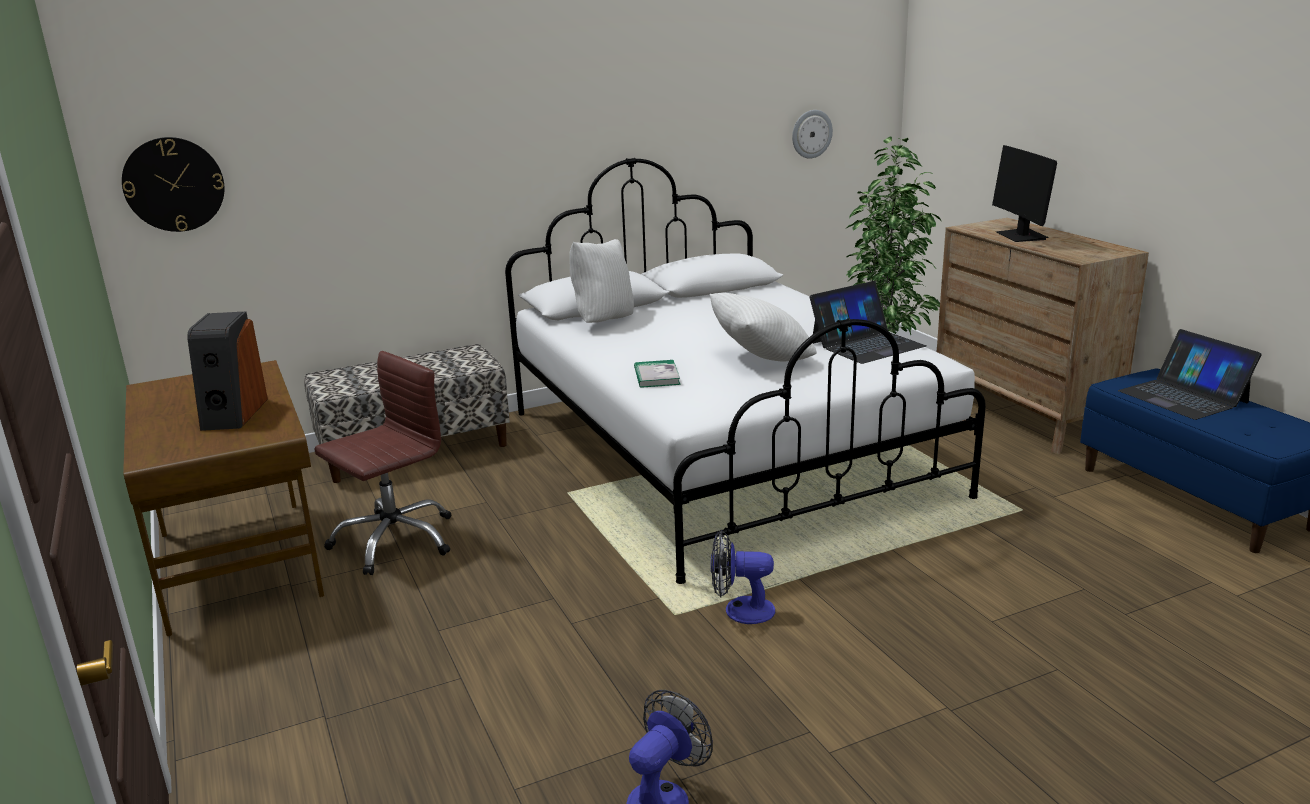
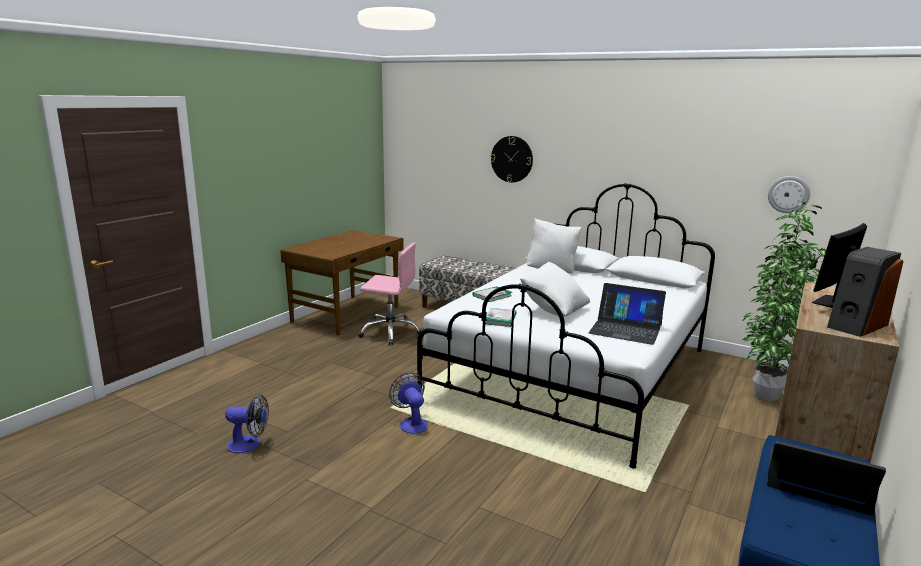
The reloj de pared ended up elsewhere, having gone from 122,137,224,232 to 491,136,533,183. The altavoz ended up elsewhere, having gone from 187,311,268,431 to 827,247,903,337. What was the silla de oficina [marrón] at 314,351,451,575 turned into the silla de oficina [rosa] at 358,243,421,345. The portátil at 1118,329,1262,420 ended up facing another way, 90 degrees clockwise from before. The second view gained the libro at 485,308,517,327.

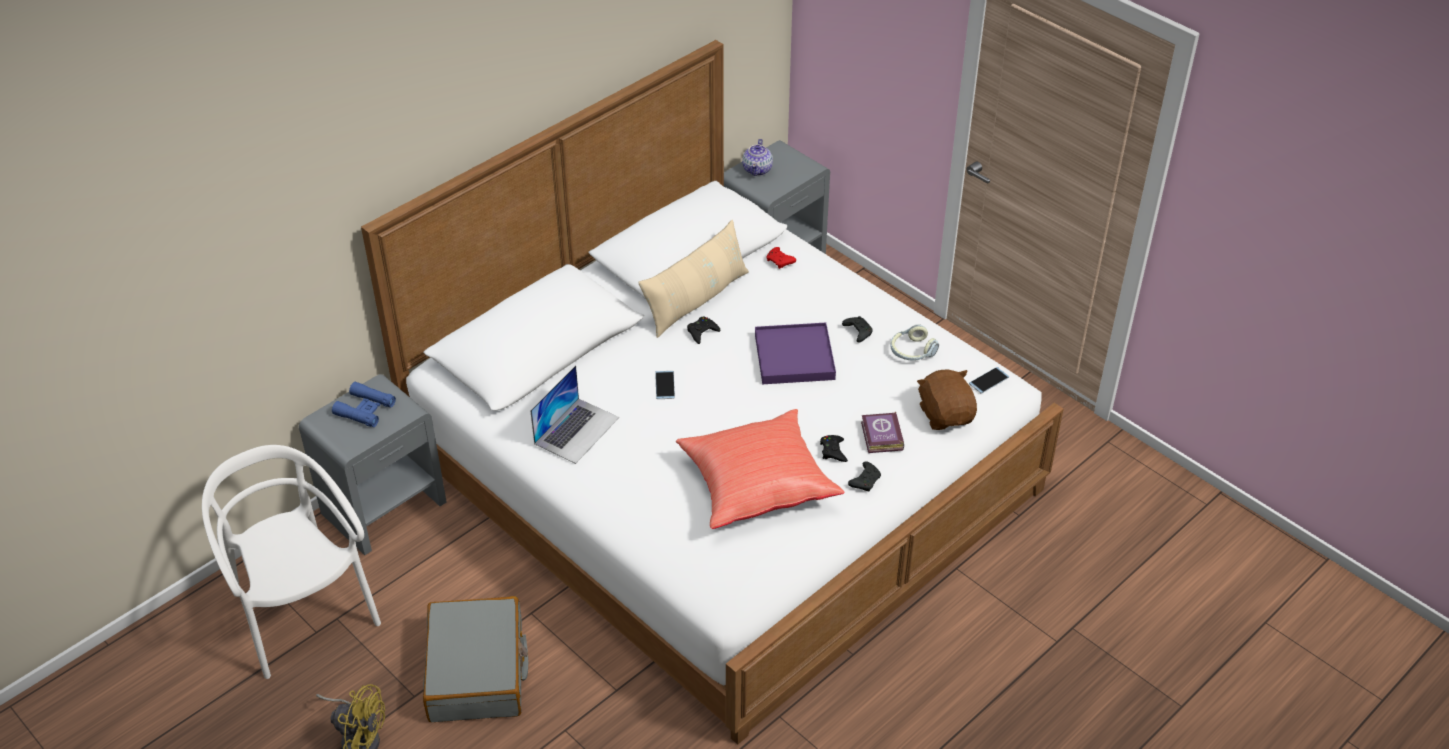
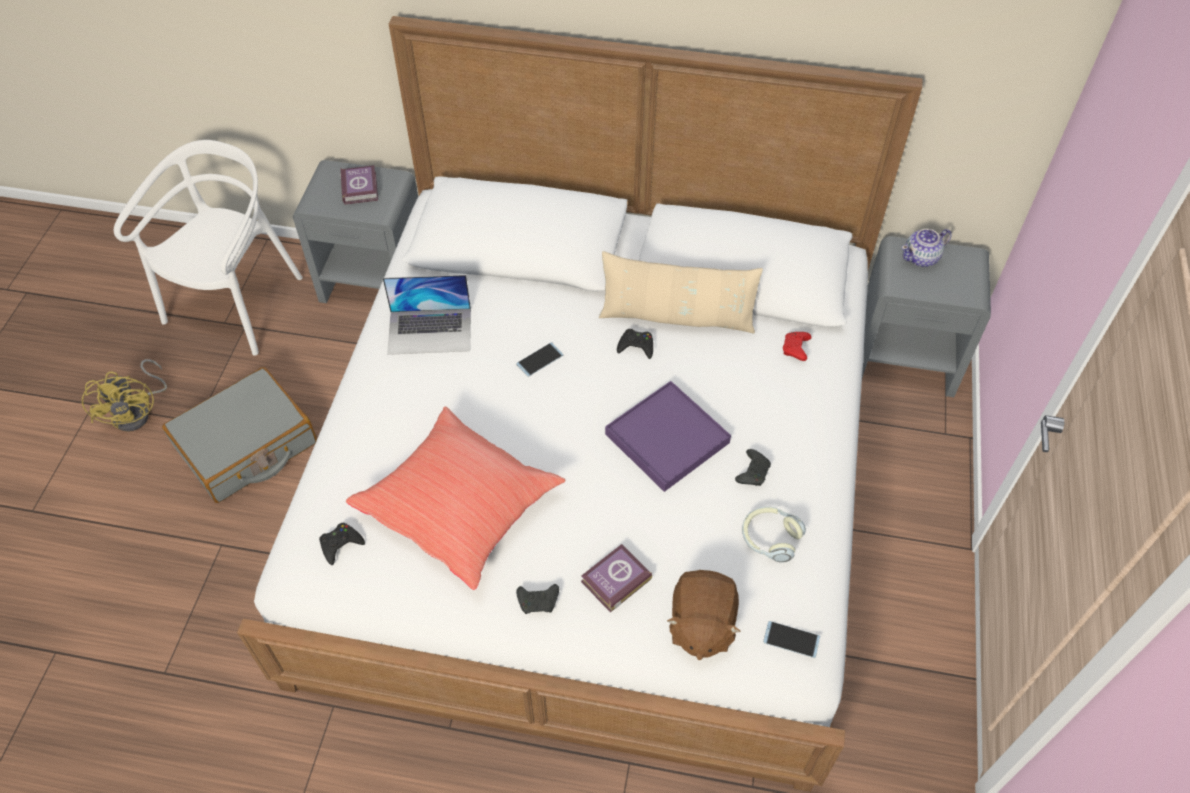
Where the prismáticos [azul] stood at 332,382,396,427, the libro came to stand at 340,165,378,205. The mando de consola [negro] ended up elsewhere, having gone from 820,435,848,462 to 319,523,365,565. The peluche [marrón] at 917,369,977,430 ended up facing another way, 150 degrees clockwise from before.

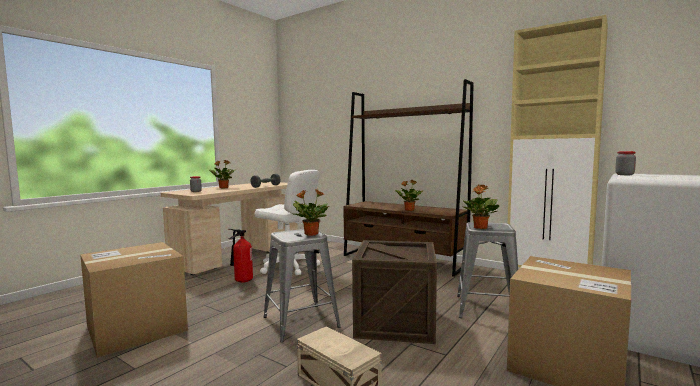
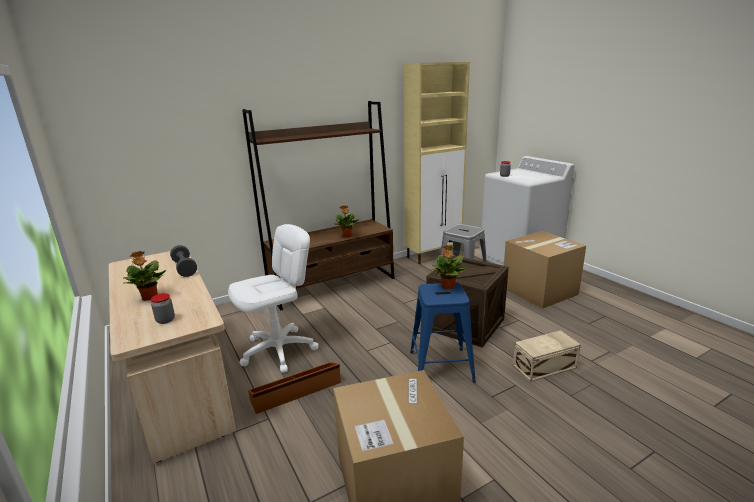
Where the extintor stood at 228,229,253,283, the caja de almacenaje [marrón] came to stand at 248,362,341,414. What was the taburete [gris] at 263,229,341,342 turned into the taburete [azul] at 410,283,476,383. The second view lost the planta en maceta at 462,185,499,229.

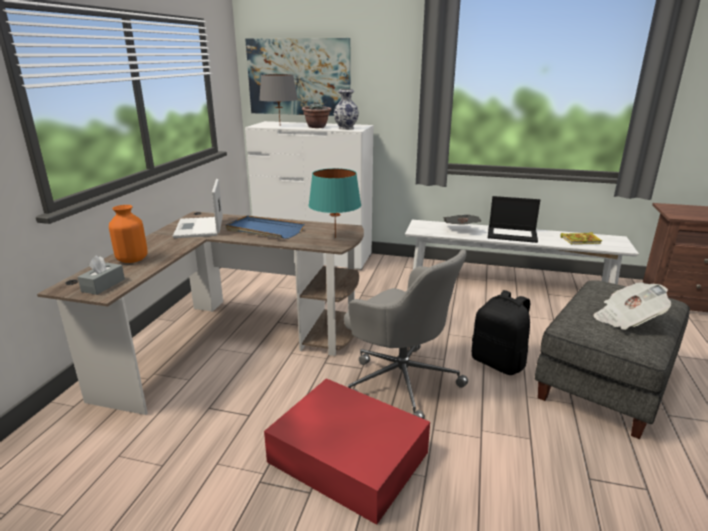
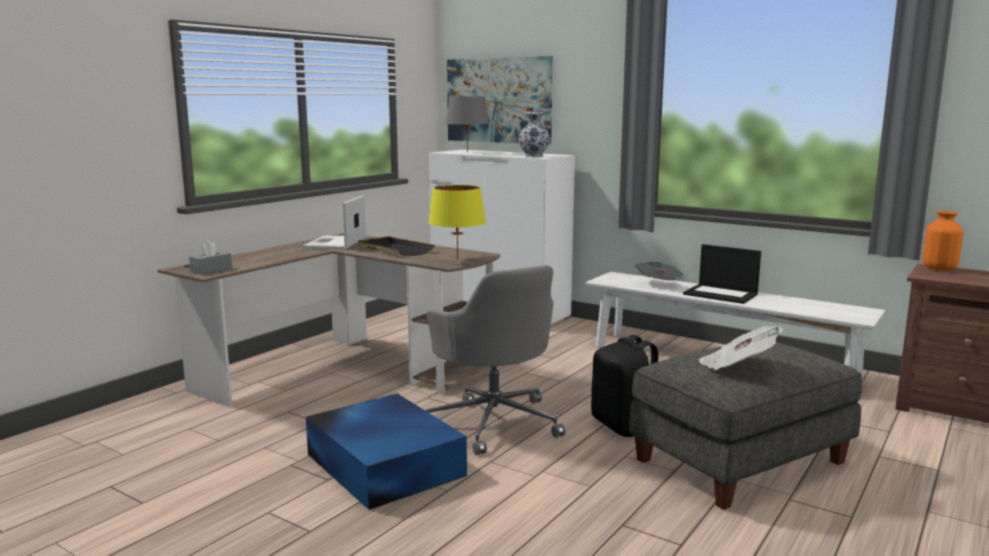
The florero [naranja] ended up elsewhere, having gone from 109,205,148,263 to 922,211,963,271. What was the bandeja [azul] at 225,215,305,239 turned into the bandeja [negro] at 358,236,435,256. What was the caja de almacenaje [rojo] at 264,378,430,525 turned into the caja de almacenaje [azul] at 306,394,467,510. The second view lost the planta en maceta at 302,102,332,128. What was the lámpara de mesa [turquesa] at 308,168,361,238 turned into the lámpara de mesa [amarillo] at 428,185,486,260. The second view lost the libro at 560,232,602,244.

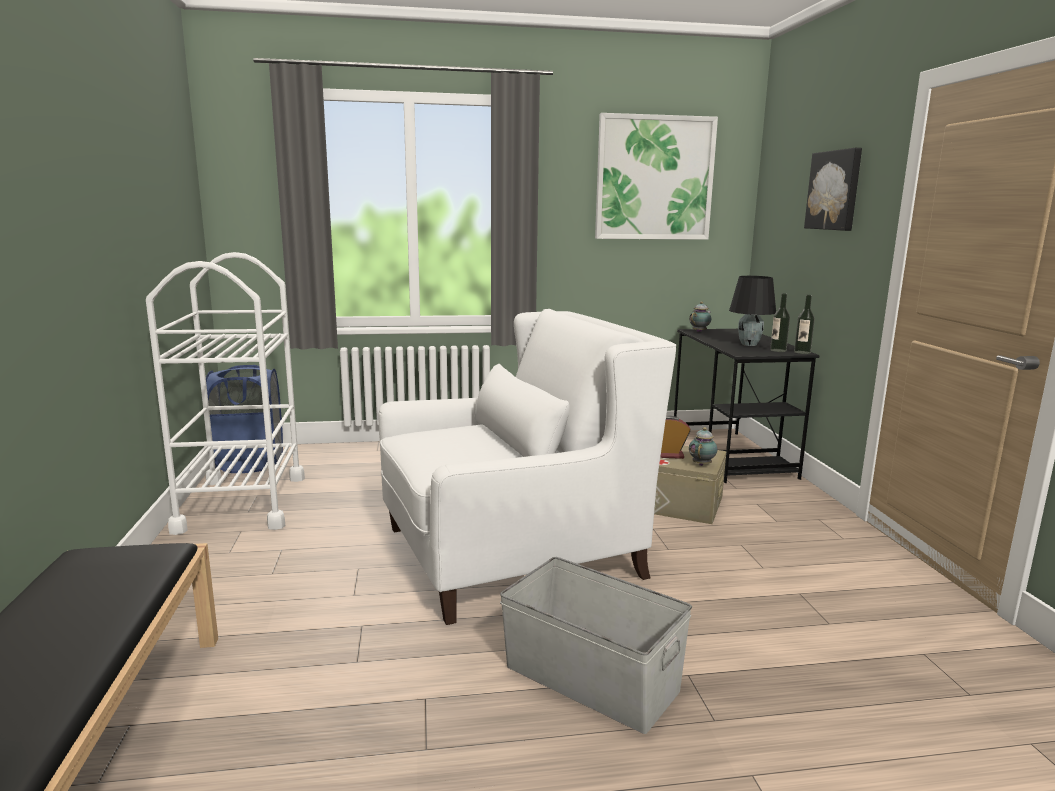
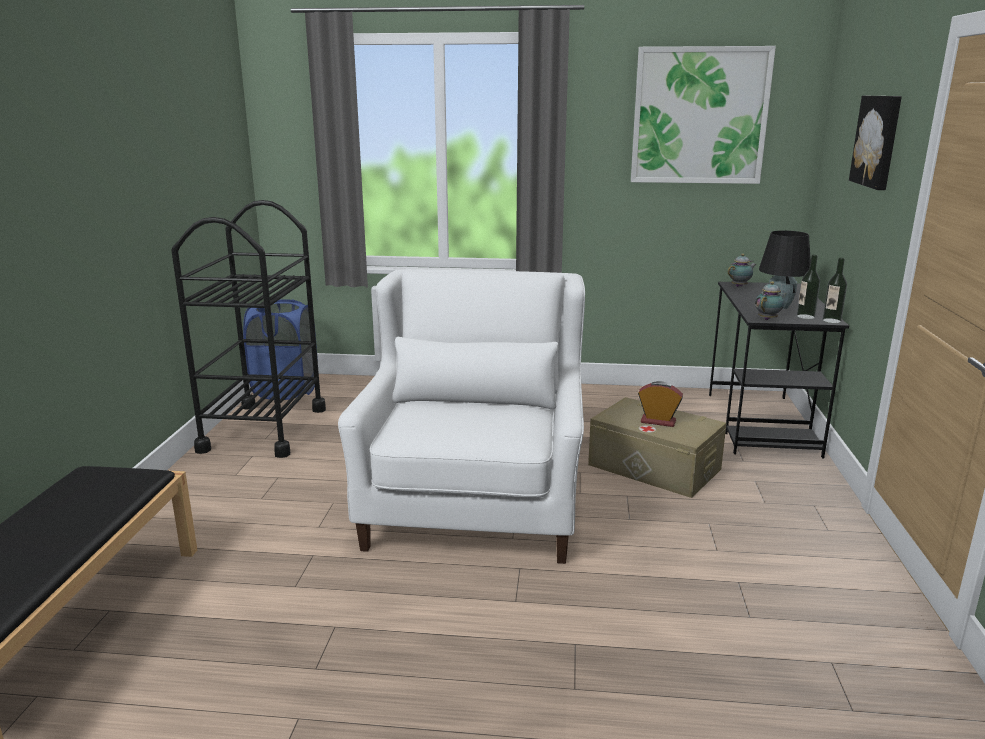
What was the carrito [blanco] at 146,252,305,535 turned into the carrito [negro] at 171,200,326,458. The sillón [blanco] at 378,309,677,625 ended up facing another way, 75 degrees counterclockwise from before. The second view lost the caja de almacenaje [gris] at 500,557,692,734. The tetera ended up elsewhere, having gone from 689,427,717,466 to 755,281,784,320.

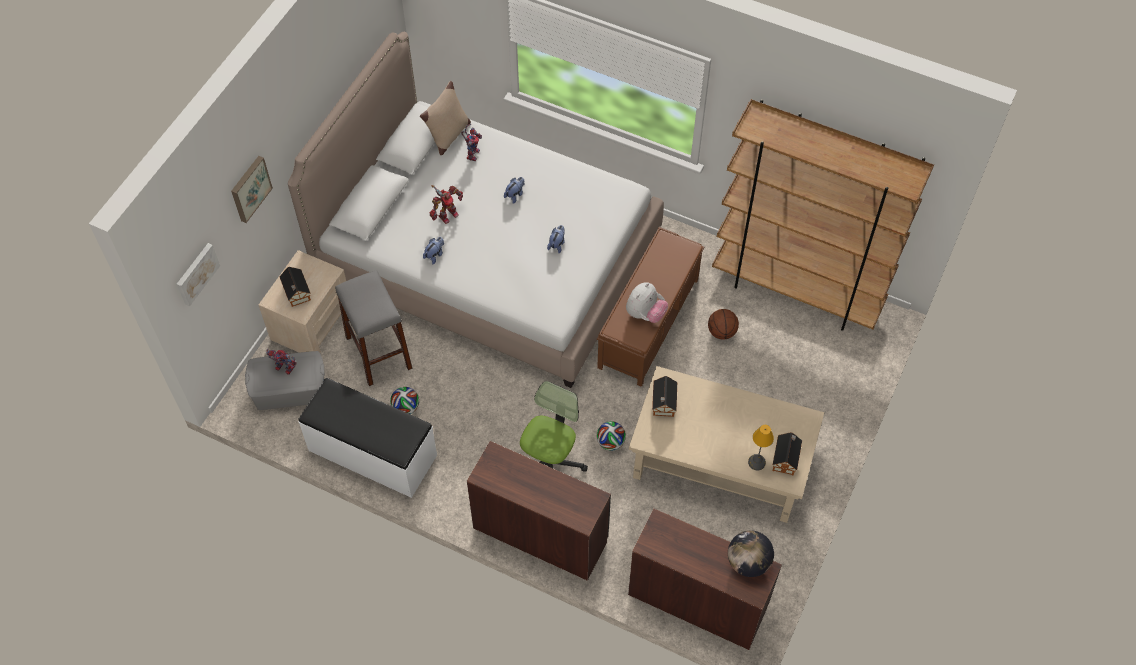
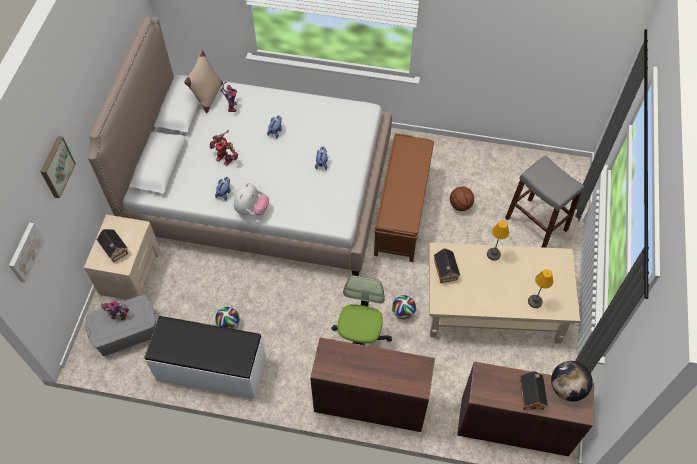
The taburete [gris] ended up elsewhere, having gone from 335,270,413,386 to 505,155,585,248. The robot de juguete at 430,185,463,224 ended up facing another way, 90 degrees clockwise from before. The peluche ended up elsewhere, having gone from 626,282,668,323 to 234,183,269,215. The second view lost the estantería [marrón] at 712,99,934,331. The casita ended up elsewhere, having gone from 773,432,802,475 to 520,371,548,410. The second view gained the lámpara de mesa at 487,220,509,261.

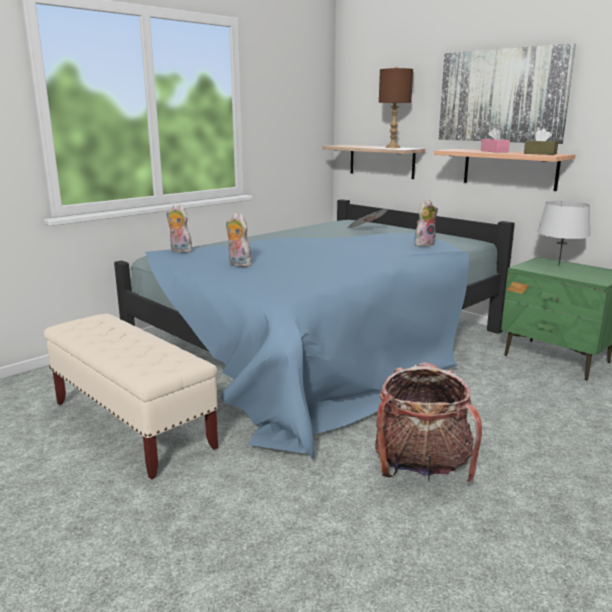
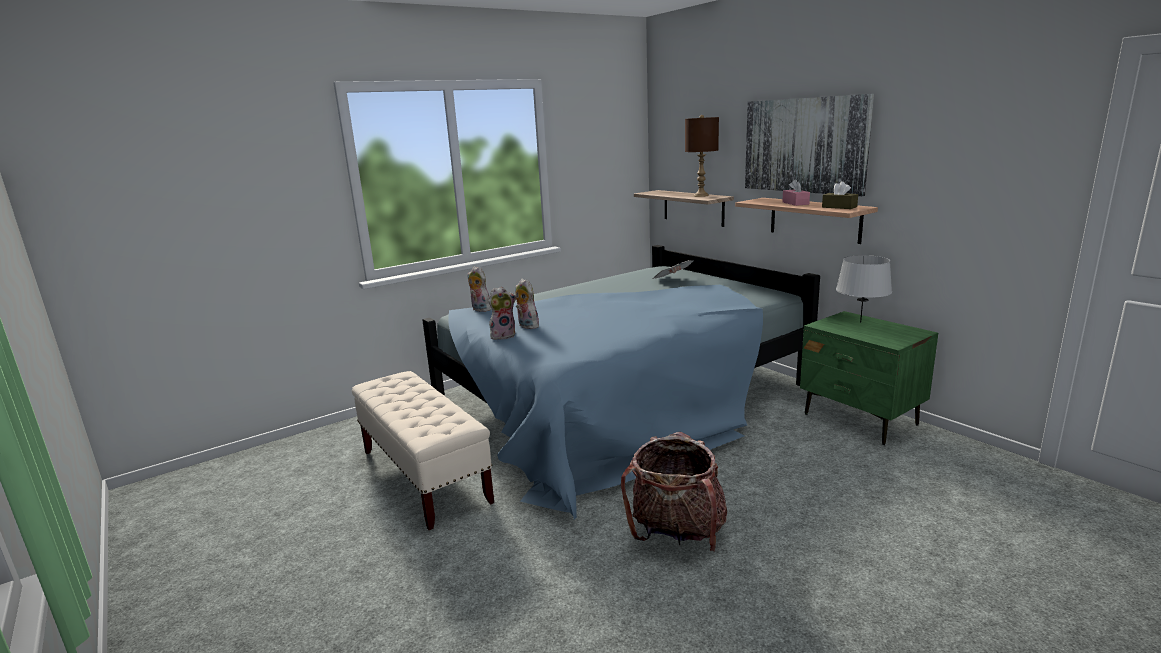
The peluche ended up elsewhere, having gone from 414,200,438,246 to 489,287,517,340.

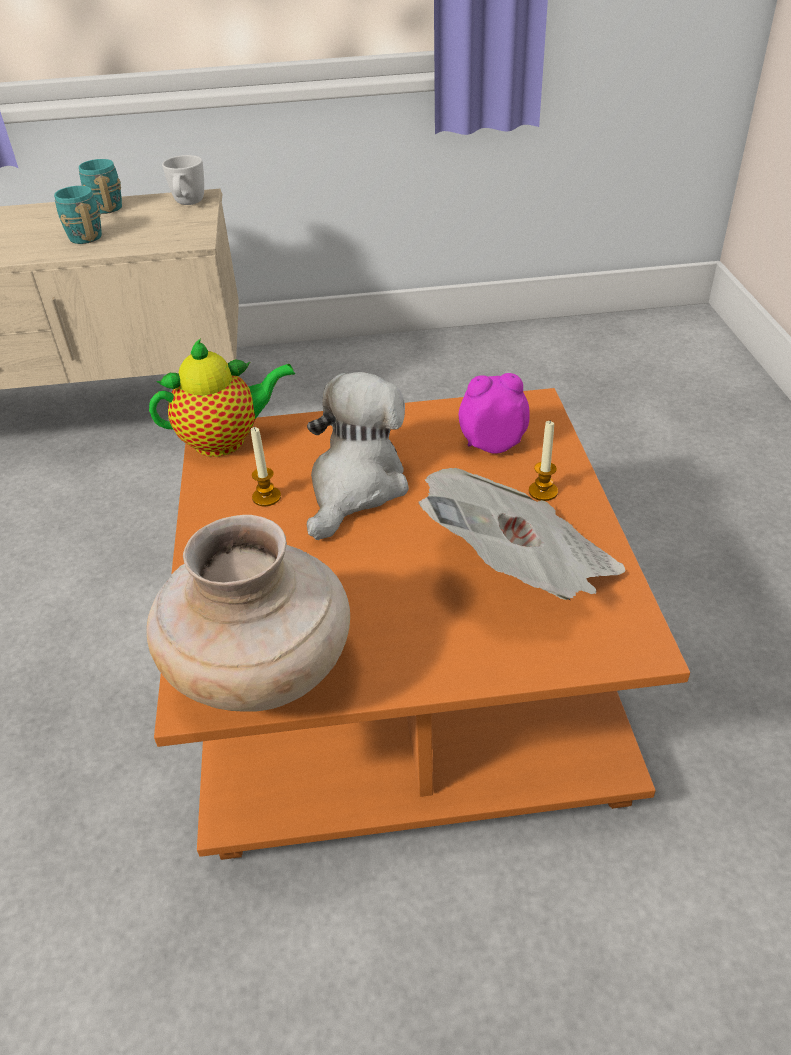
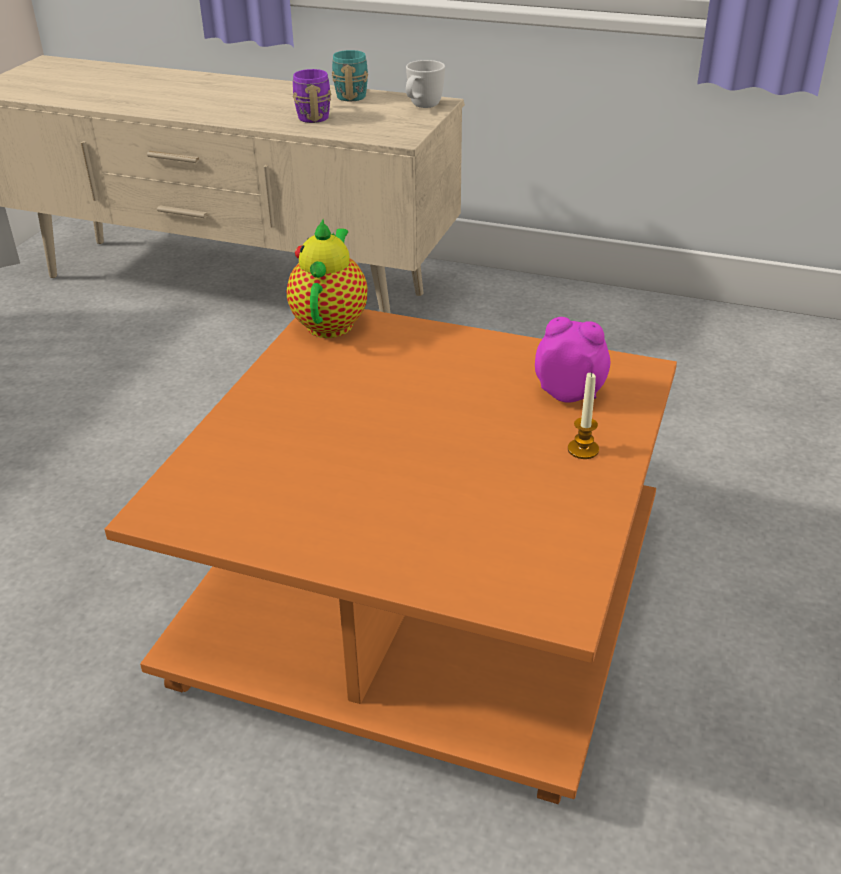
What was the taza grande [turquesa] at 54,186,102,244 turned into the taza grande [morado] at 293,69,331,123. The second view lost the florero [beis] at 147,515,350,712. The tetera at 149,338,295,457 ended up facing another way, 90 degrees counterclockwise from before. The second view lost the vela at 250,427,281,506. The second view lost the peluche at 307,372,409,540. The second view lost the periódico at 419,468,626,600.

